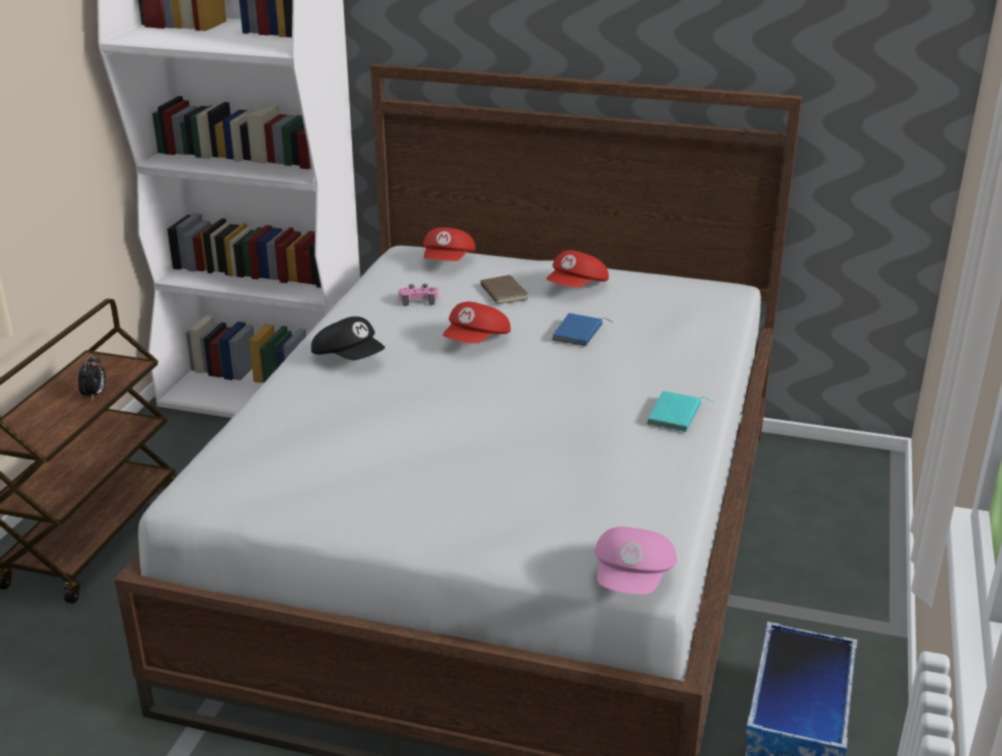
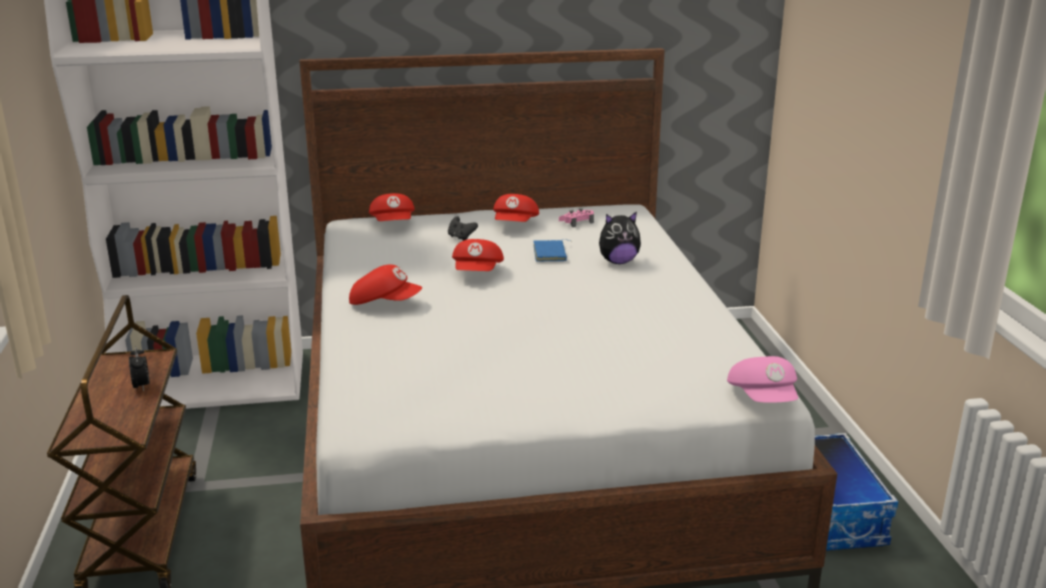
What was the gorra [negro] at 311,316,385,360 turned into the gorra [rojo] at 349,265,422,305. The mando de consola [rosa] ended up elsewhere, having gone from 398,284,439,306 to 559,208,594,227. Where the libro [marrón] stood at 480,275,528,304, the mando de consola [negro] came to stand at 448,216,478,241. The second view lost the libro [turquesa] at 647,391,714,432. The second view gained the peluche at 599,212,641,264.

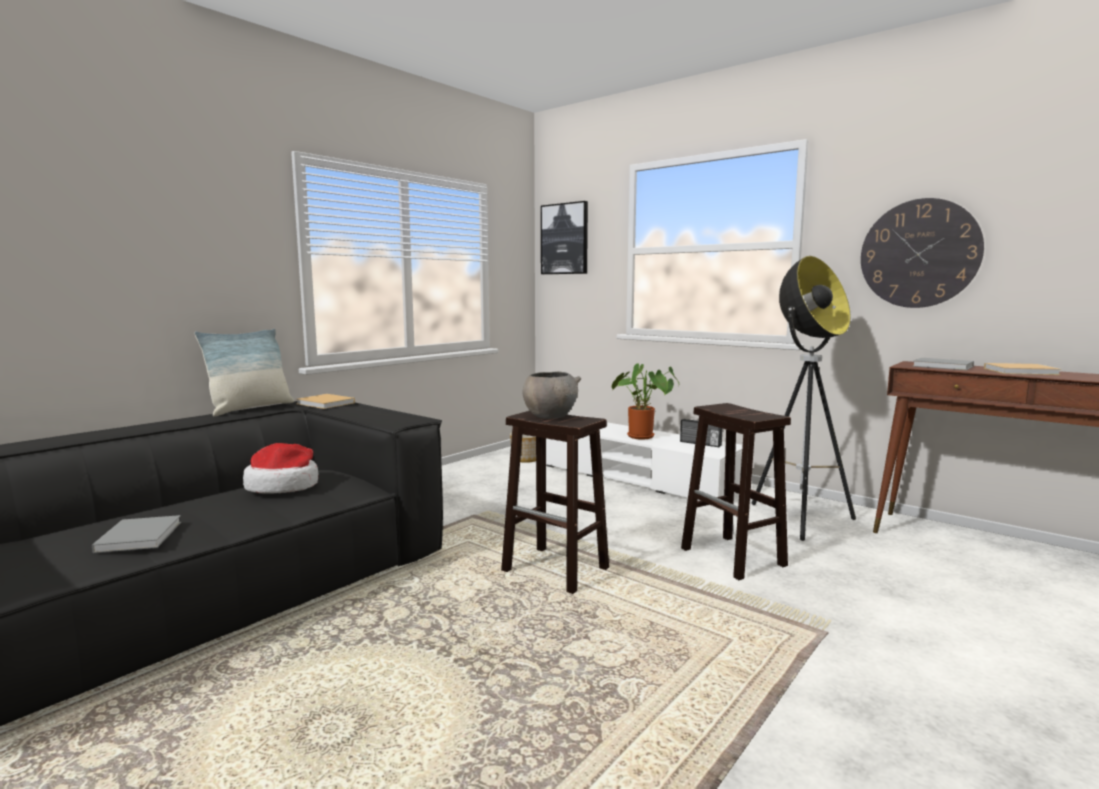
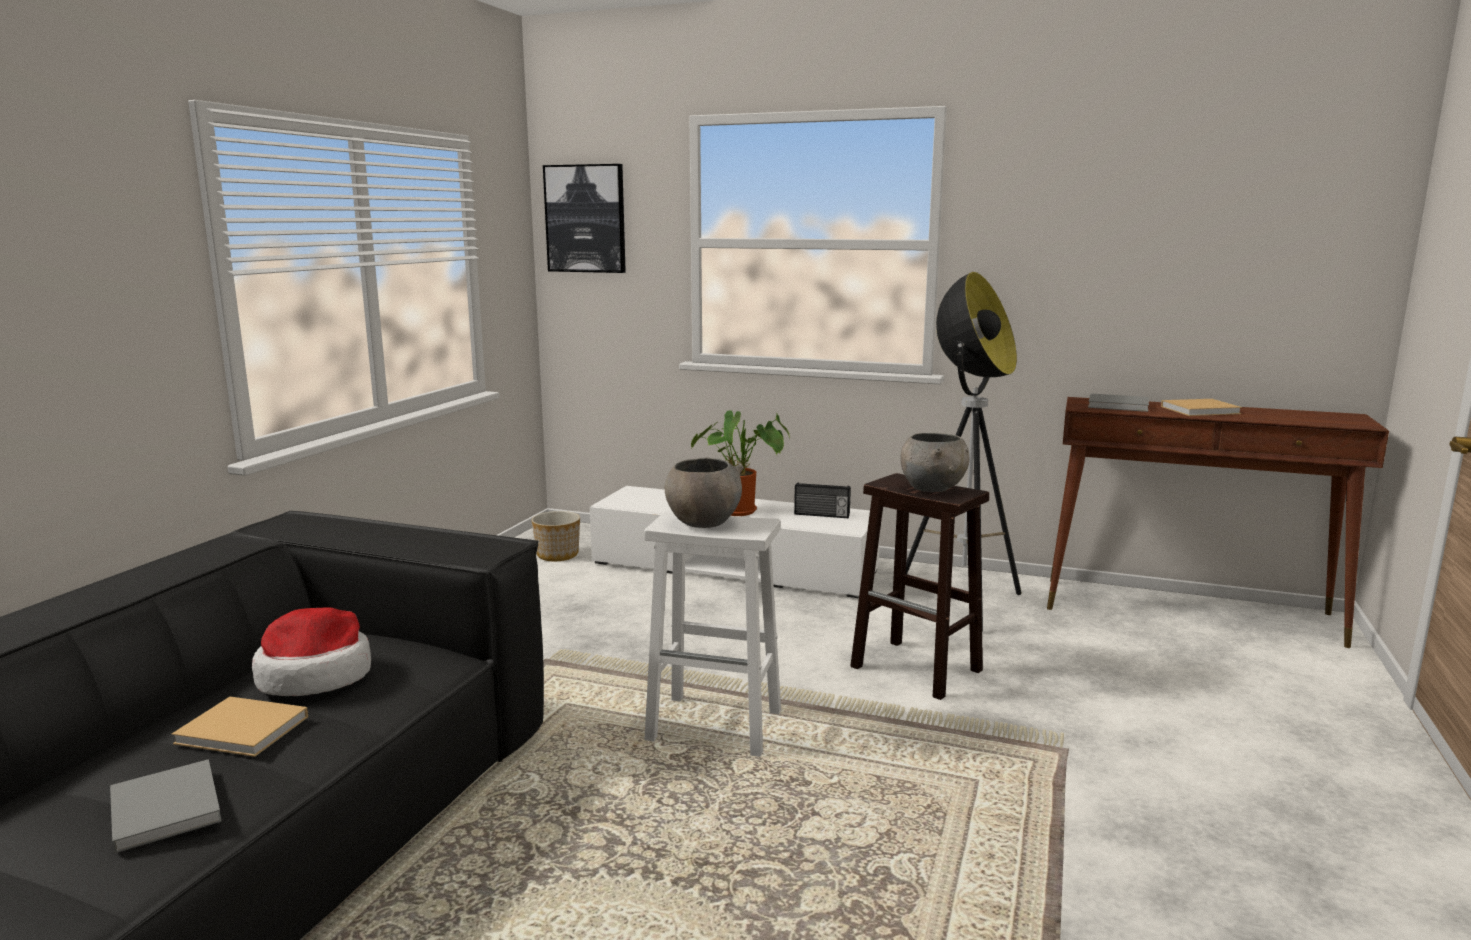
The second view lost the cojín at 194,328,294,416. The libro [beis] ended up elsewhere, having gone from 297,394,355,409 to 172,697,308,757. What was the taburete [marrón] at 501,411,609,594 turned into the taburete [blanco] at 644,510,781,757. The second view lost the reloj de pared at 861,198,984,308. The second view gained the cuenco [gris] at 900,433,970,492.

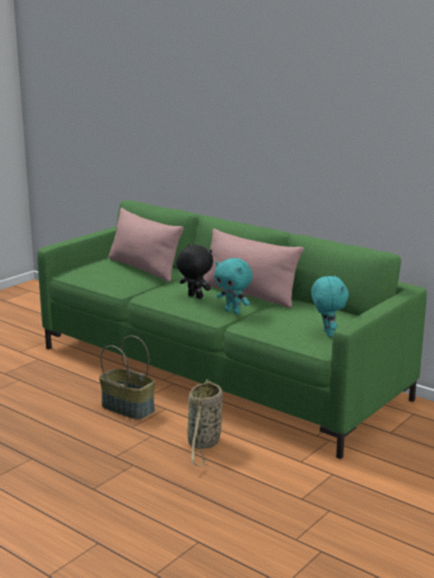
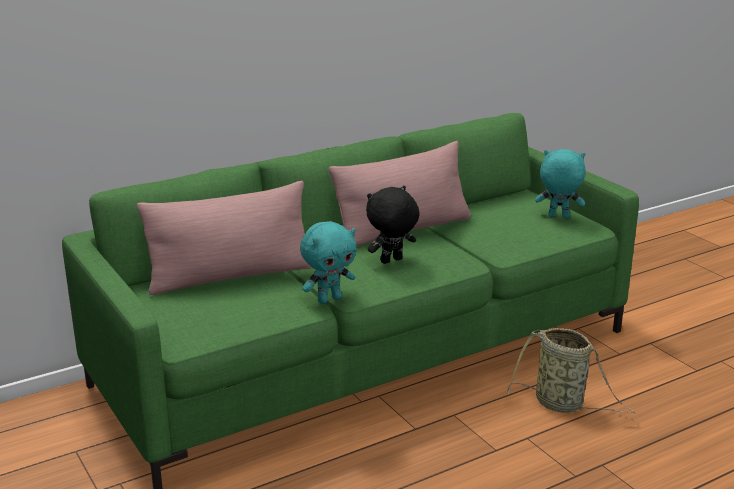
The second view lost the cesta at 99,336,155,420. The peluche [turquesa] ended up elsewhere, having gone from 214,258,253,314 to 300,221,357,304.

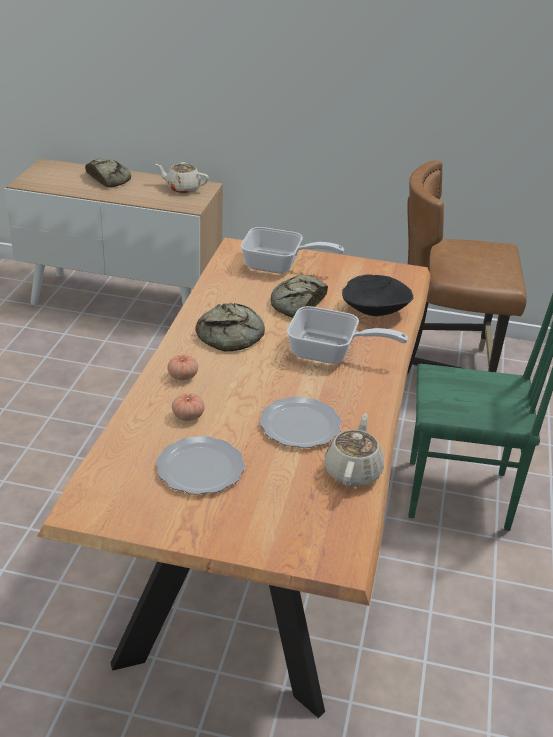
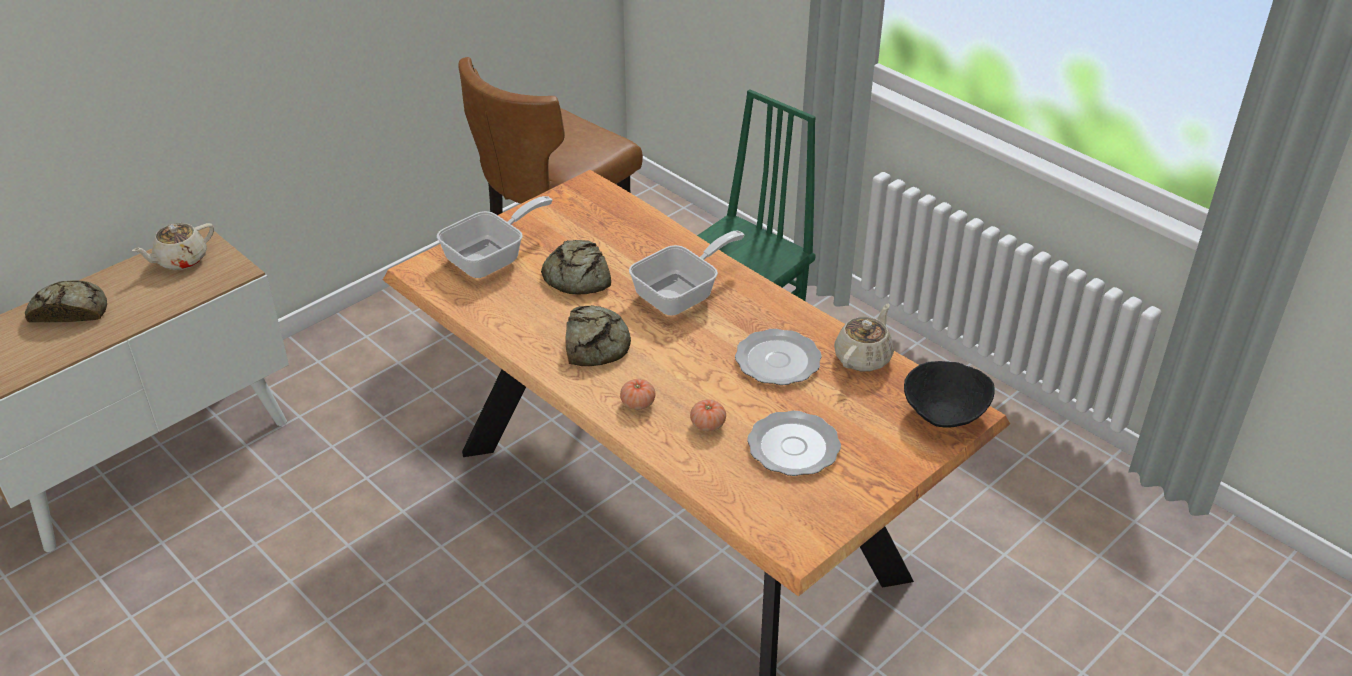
The tetera [beis] at 324,413,384,486 ended up facing another way, 75 degrees clockwise from before. The cuenco [negro] ended up elsewhere, having gone from 342,275,413,316 to 904,361,995,428.

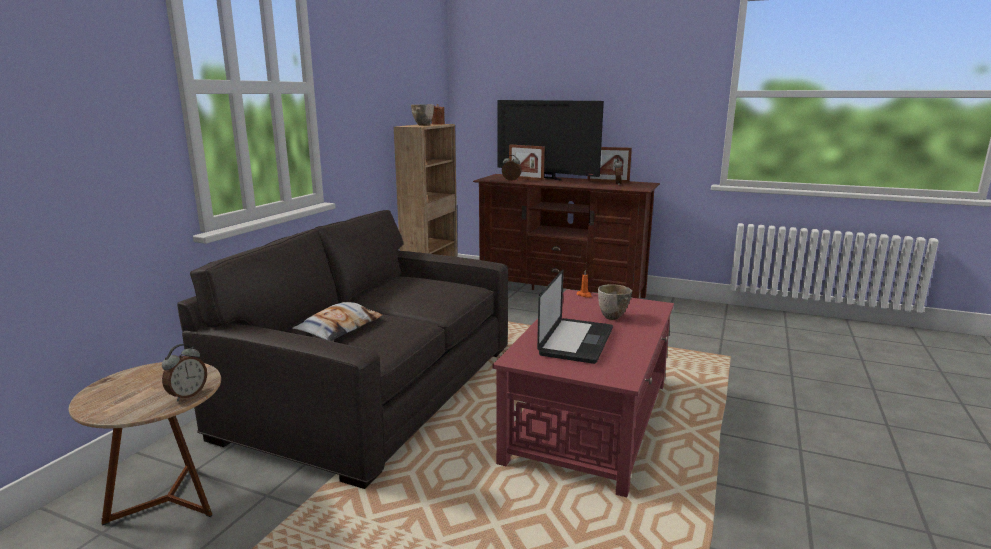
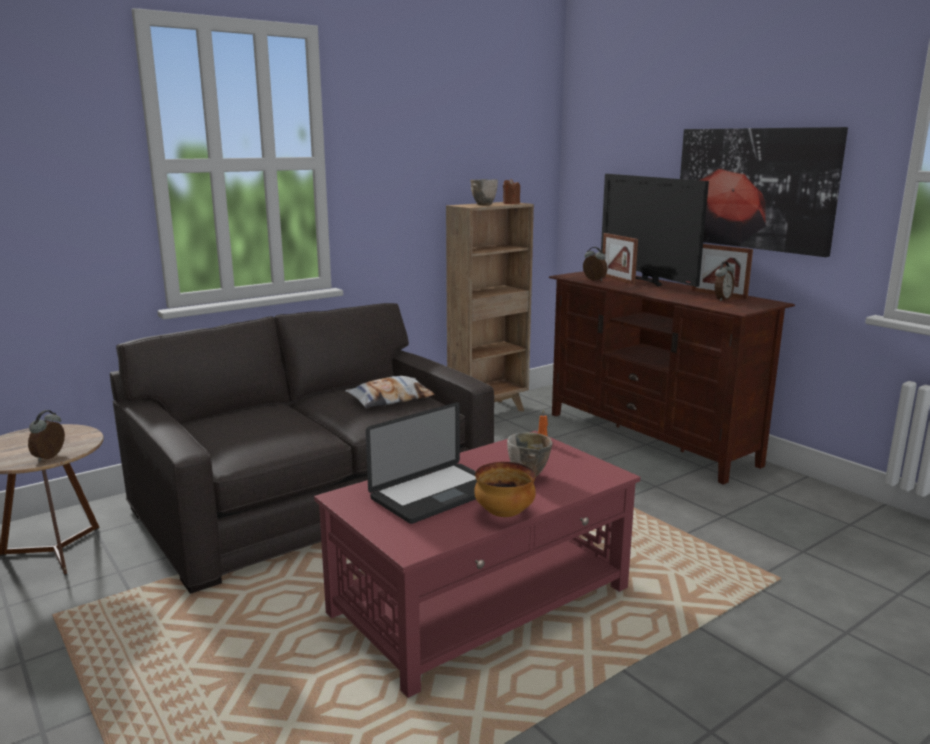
The despertador at 162,344,207,401 ended up facing another way, 135 degrees clockwise from before. The cojín ended up elsewhere, having gone from 292,302,382,341 to 345,376,435,408. The second view gained the cuenco at 474,462,536,517. The second view gained the cuadro at 680,127,848,257.

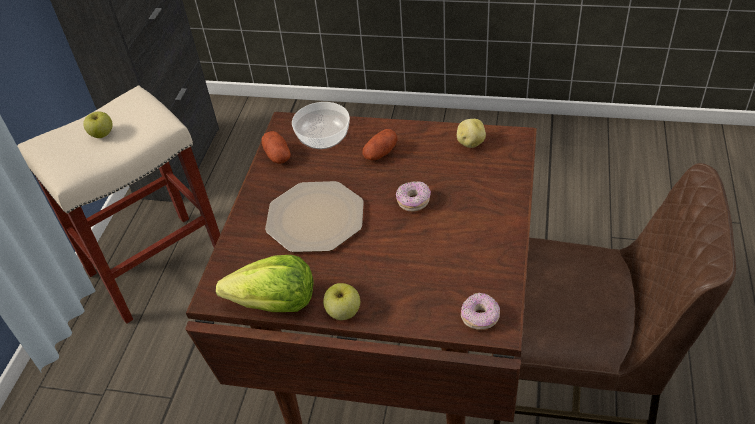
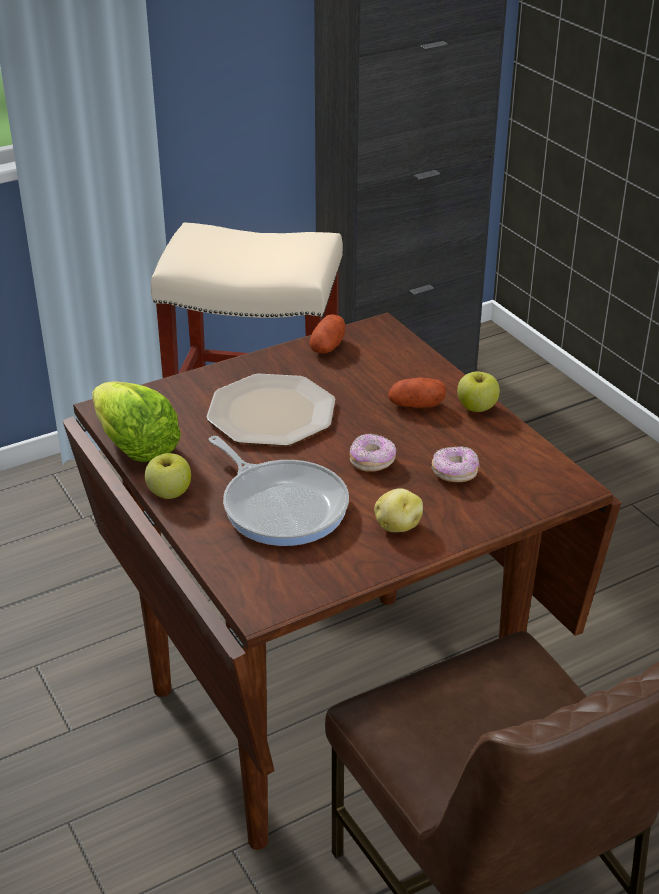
The manzana ended up elsewhere, having gone from 83,111,113,138 to 457,371,500,412. The second view lost the cuenco at 292,102,350,149. The patata ended up elsewhere, having gone from 457,119,486,148 to 374,488,423,532. The rosquilla ended up elsewhere, having gone from 461,292,500,330 to 432,446,480,482. The second view gained the sartén at 209,436,349,546.

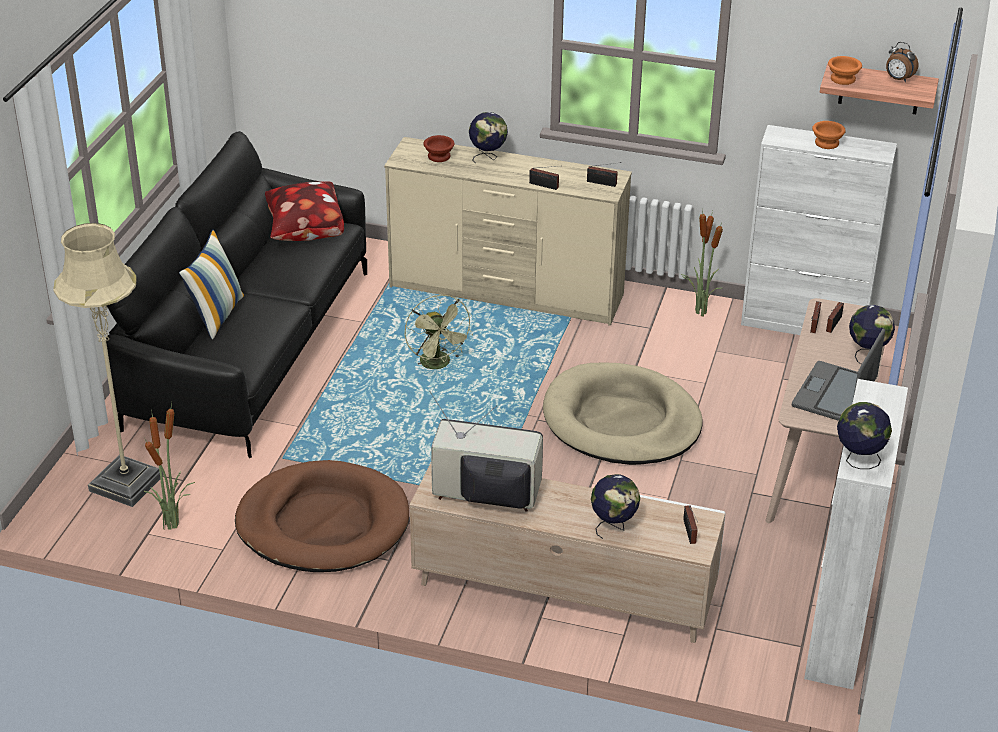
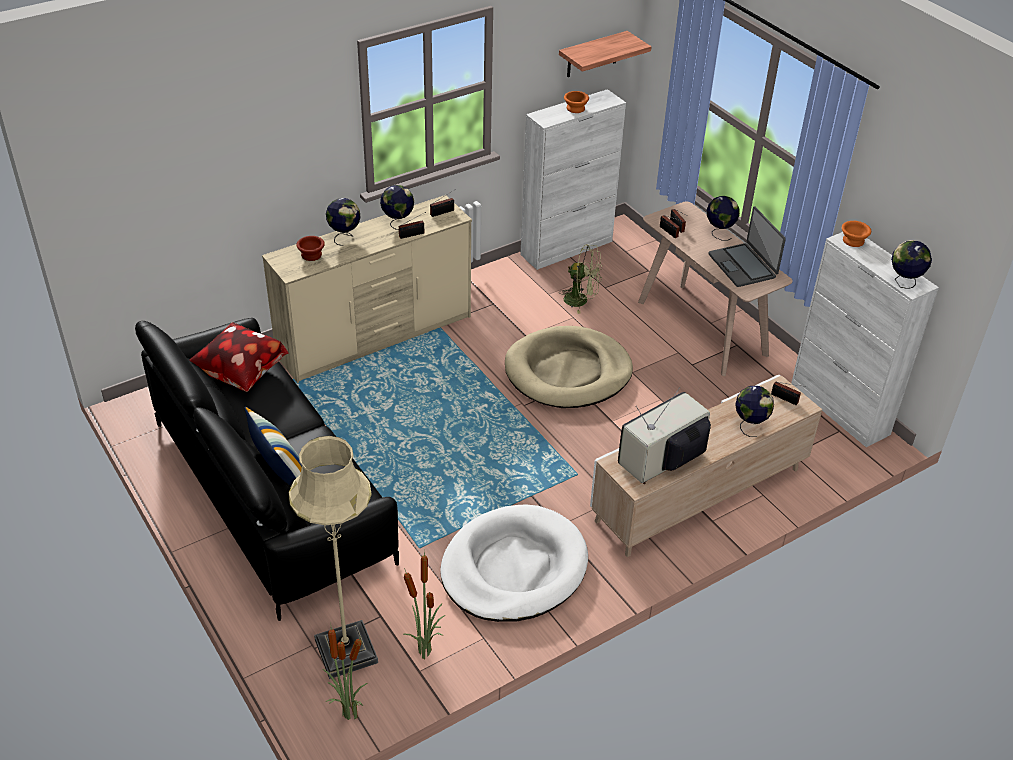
What was the cama para perro [marrón] at 235,460,409,572 turned into the cama para perro [blanco] at 440,505,588,622. The ventilador [verde] ended up elsewhere, having gone from 405,295,473,369 to 559,244,602,314. The planta en maceta ended up elsewhere, having gone from 681,211,723,317 to 323,622,368,720. The cuenco [naranja] ended up elsewhere, having gone from 828,56,862,85 to 842,221,871,247. The second view lost the despertador at 886,42,918,82. The second view gained the globo terráqueo at 380,185,414,230.

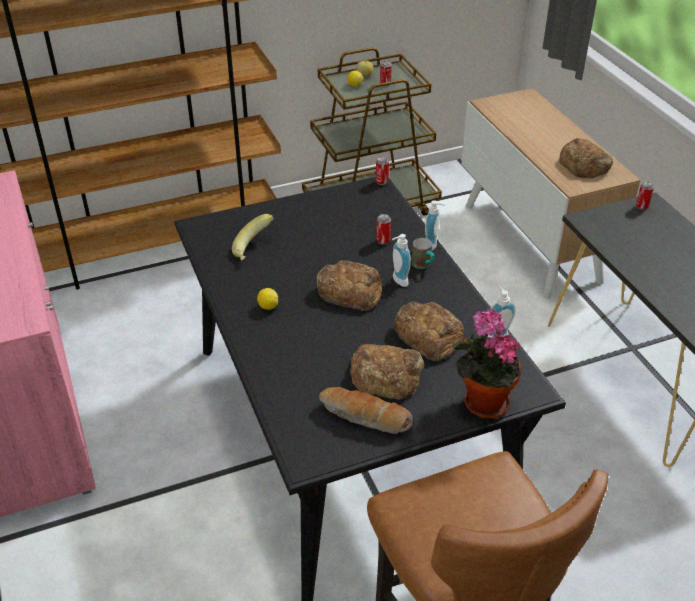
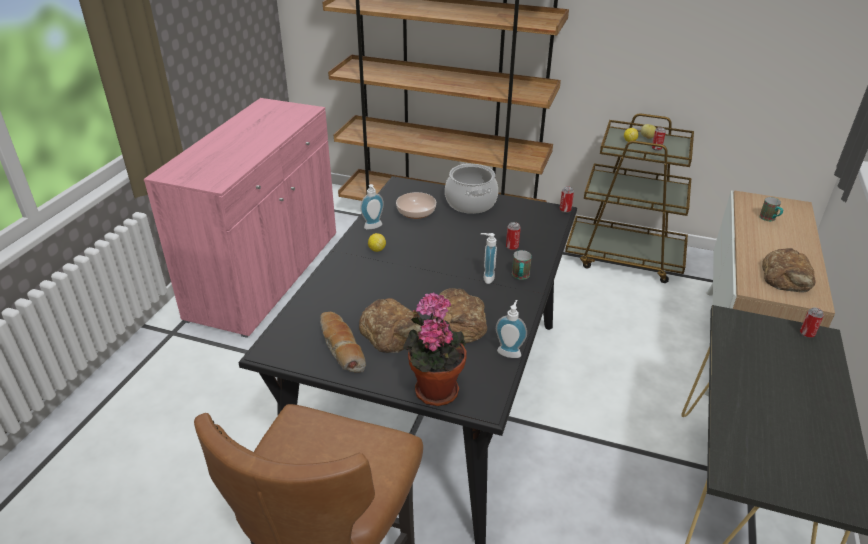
Where the plátano stood at 232,214,273,261, the cuenco came to stand at 396,192,436,219. The second view lost the pan at 316,260,383,311. The dispensador de jabón ended up elsewhere, having gone from 425,200,445,251 to 360,184,384,229. The second view gained the olla at 445,164,498,214. The second view gained the taza grande at 759,197,783,221.

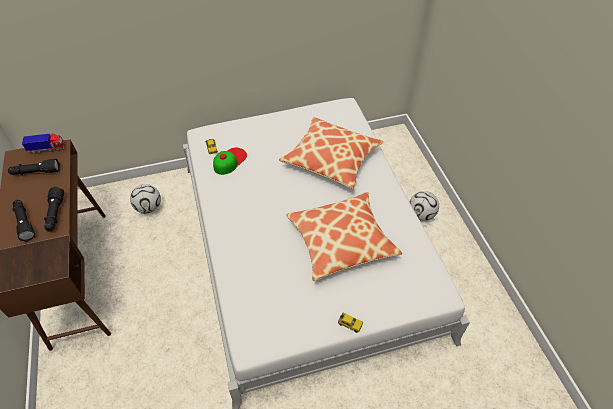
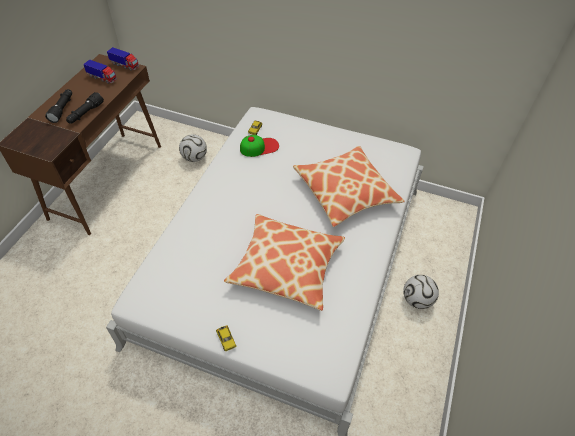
Where the linterna [negro] stood at 8,159,60,175, the camión de juguete came to stand at 83,60,117,84.

